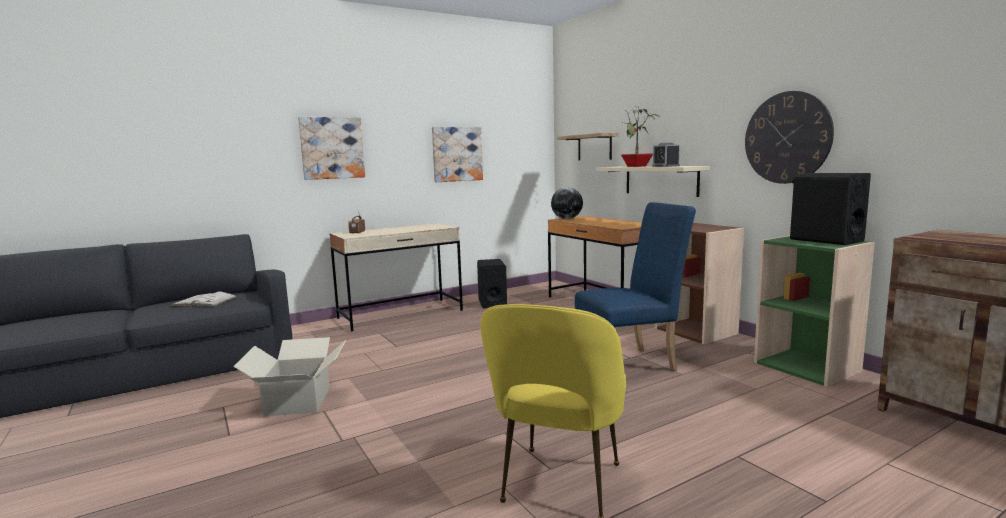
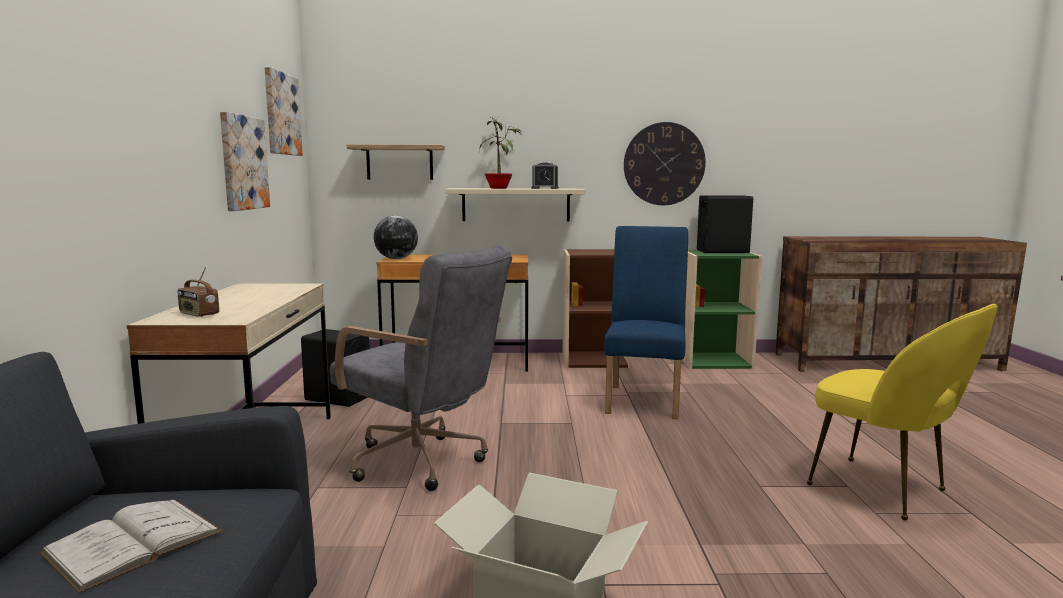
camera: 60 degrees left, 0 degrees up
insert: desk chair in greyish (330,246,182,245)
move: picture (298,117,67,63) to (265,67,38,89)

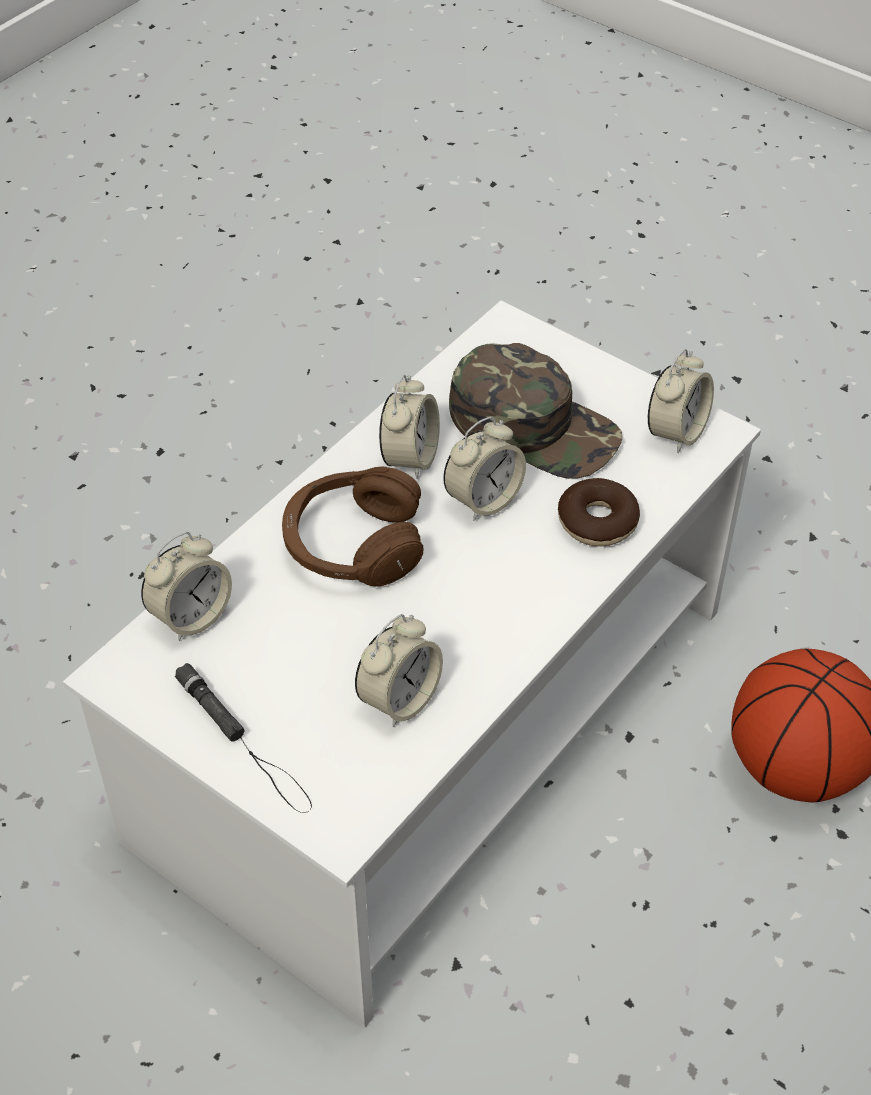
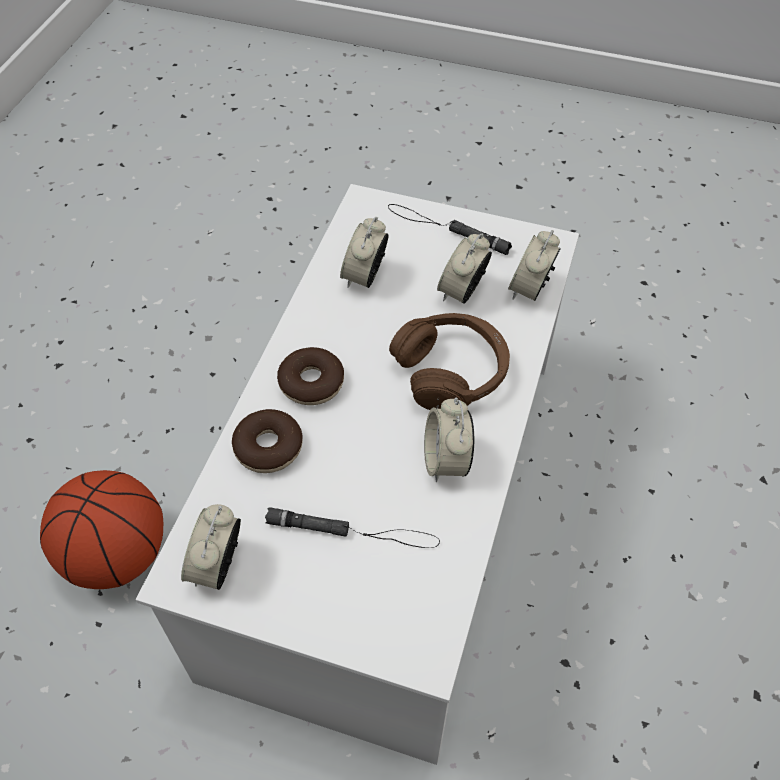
camera: 160 degrees right, 5 degrees up
insert: donut (277,347,67,58)
move: bedside clock (443,416,83,105) to (437,233,55,71)
replace: baseball cap in green-coloured (449,343,173,136) to hand torch in black-coloured (265,507,175,41)

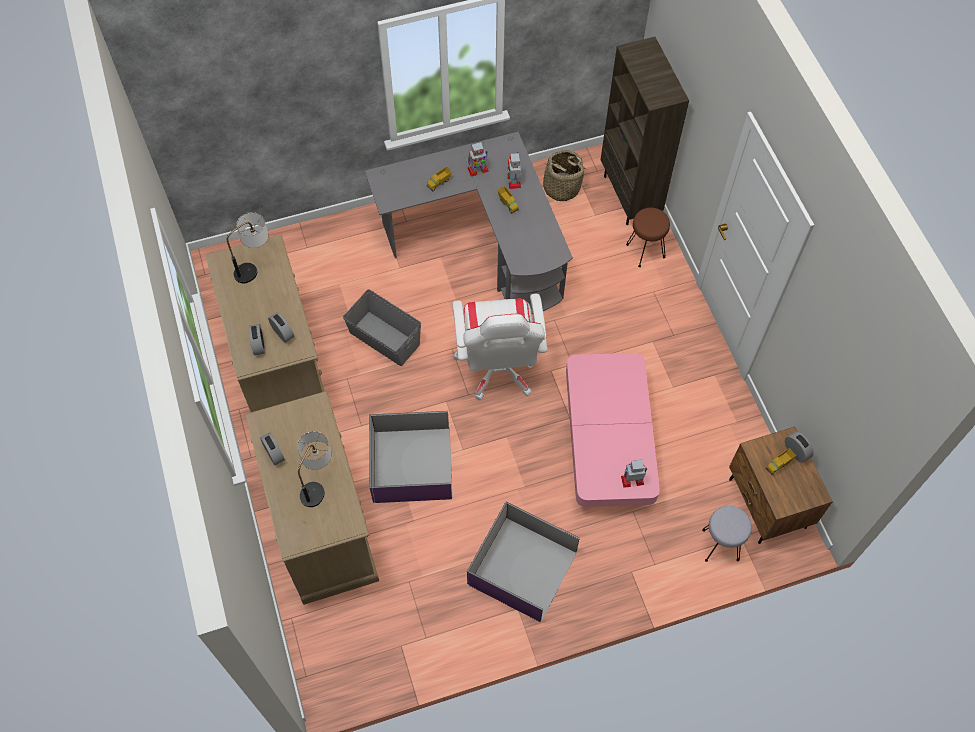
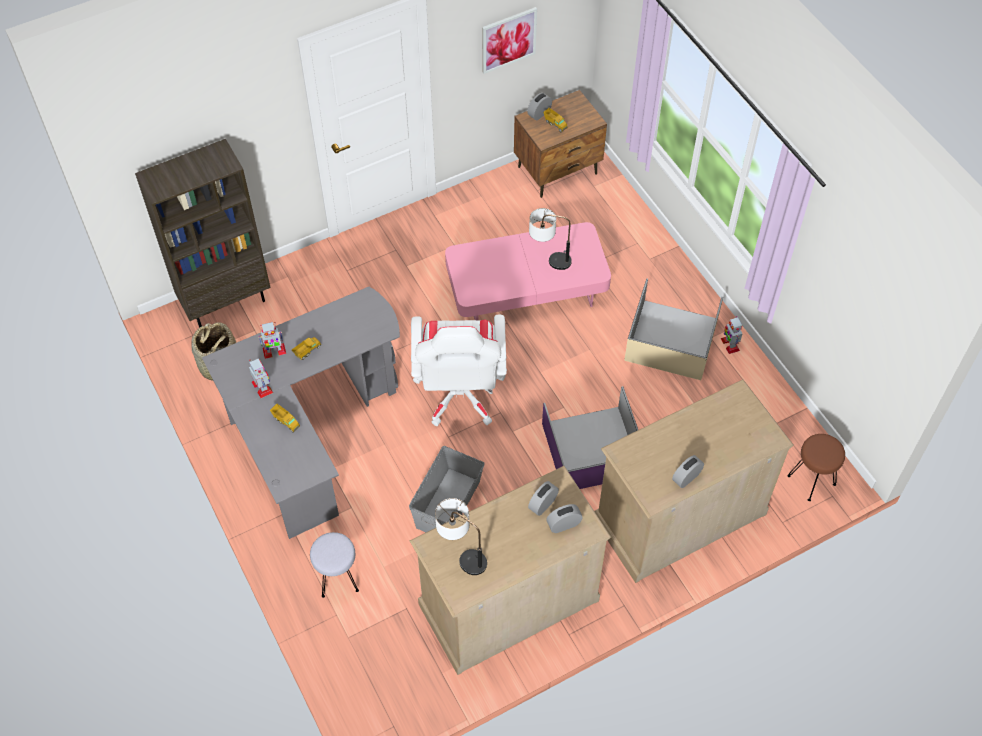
camera: 100 degrees left, 5 degrees down
insert: picture (482,7,55,67)
move: tabletop lamp (297,431,34,76) to (529,208,43,62); toy robot (621,460,26,28) to (721,316,22,38); sitting stool in brownish (626,208,44,59) to (787,434,58,67); sitting stool in greyish (702,506,50,56) to (310,532,49,66)
recolor: storage container in purple (467,501,113,121) to storage container in sand-coloured (624,278,99,102)
rotate: desk chair in whitish (452,294,96,106) = (411,315,96,111) 105 degrees clockwise

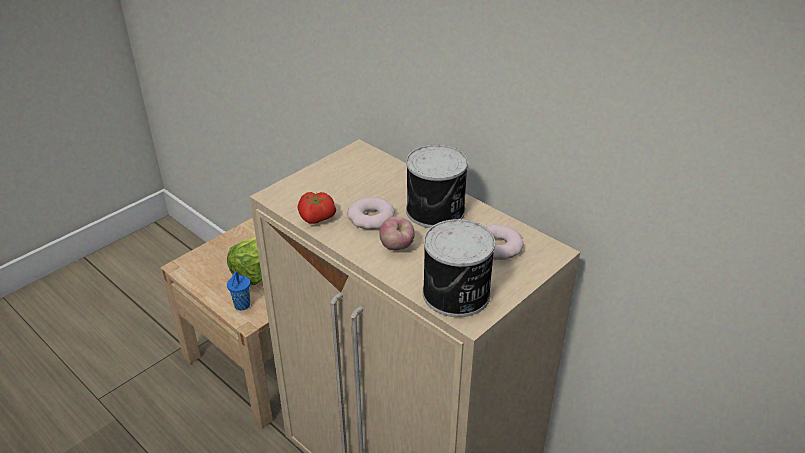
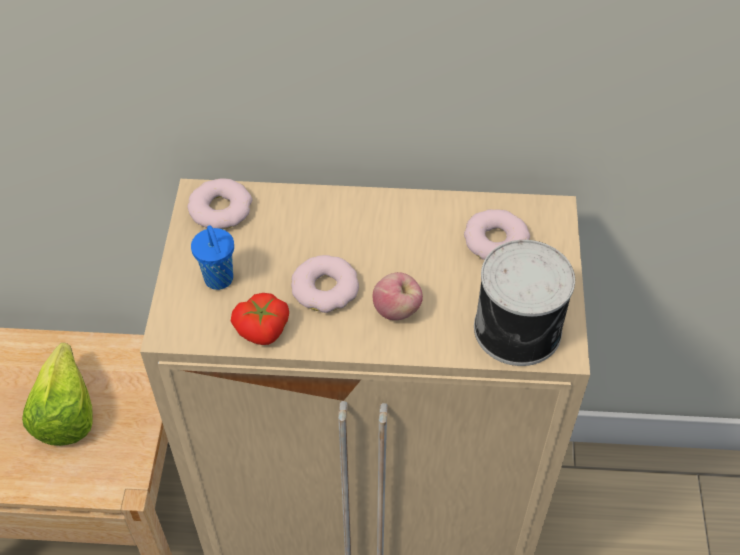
camera: 40 degrees left, 15 degrees up
delete: metal can (406,145,62,83)
insert: donut (187,178,65,51)
move: drinking cup in blue-coloured (227,271,23,40) to (191,225,43,65)

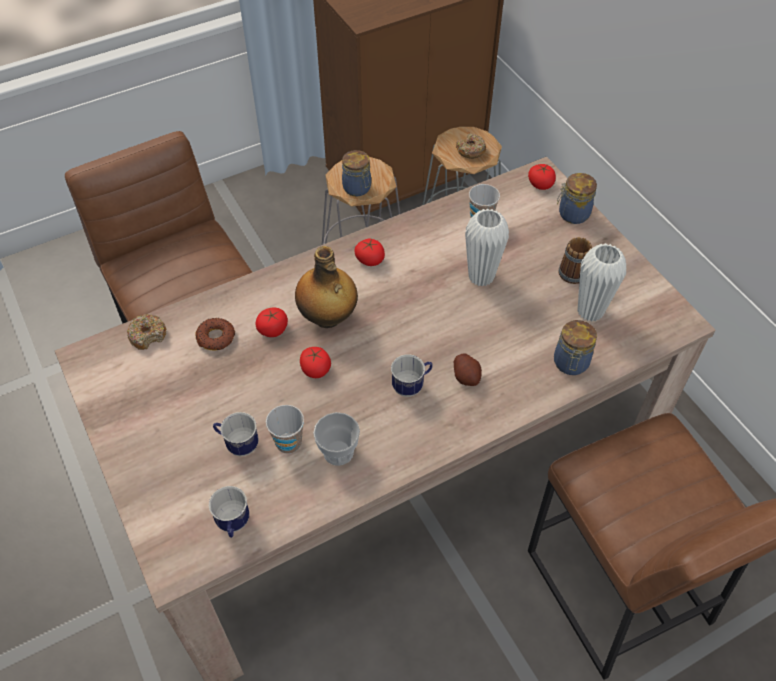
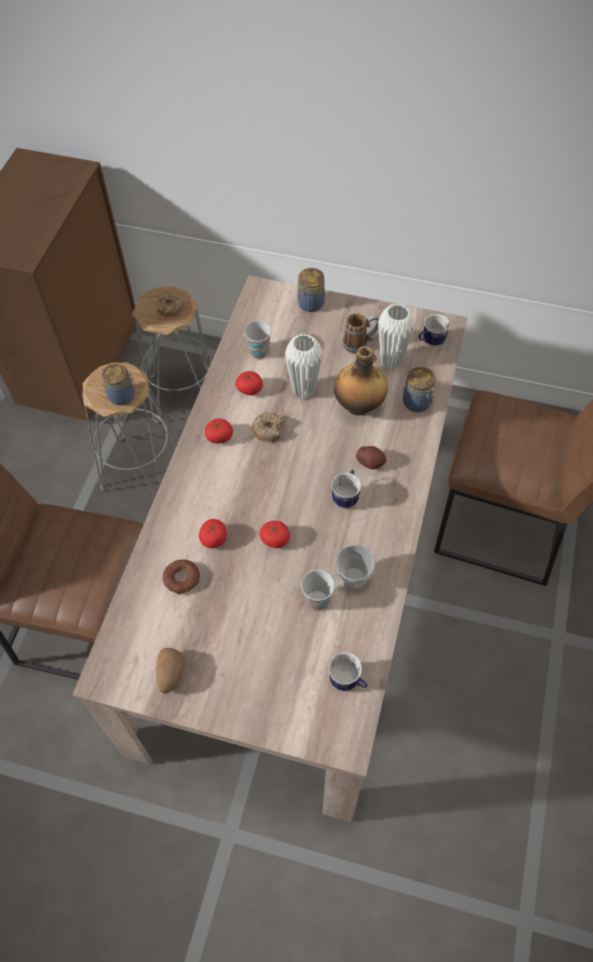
camera: 45 degrees left, 5 degrees up
insert: whole potato (156,648,29,46)
move: donut (127,314,39,36) to (252,412,32,30); tea mug (213,412,46,44) to (419,314,31,33); bottle (295,246,63,82) to (334,346,54,69); fresh tomato (528,164,28,26) to (235,371,28,24)

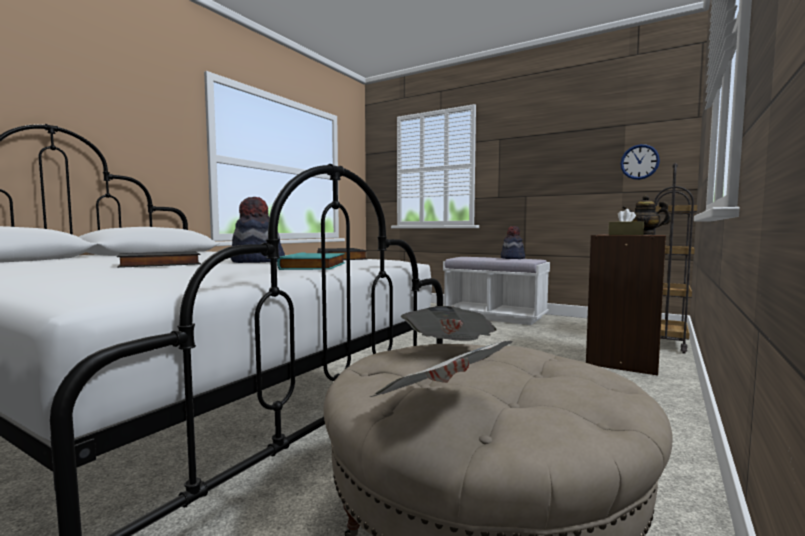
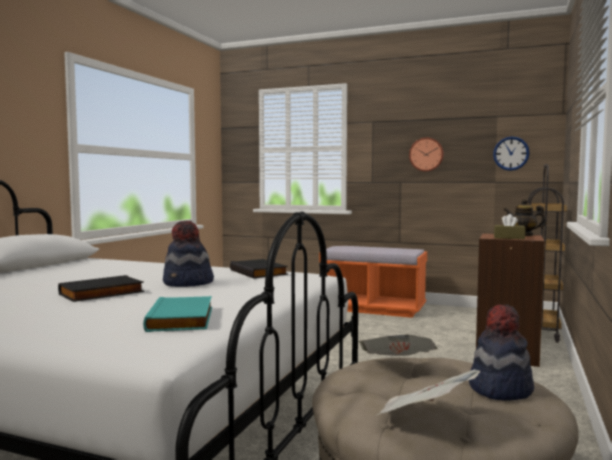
camera: 10 degrees left, 0 degrees up
insert: clock on the wall (409,138,35,34)
move: volume in turquoise-coloured (277,252,68,18) to (143,296,69,36); hat (501,226,24,33) to (469,304,65,97)
recolor: long seat in whitish (443,257,107,68) to long seat in orangey (319,246,108,72)

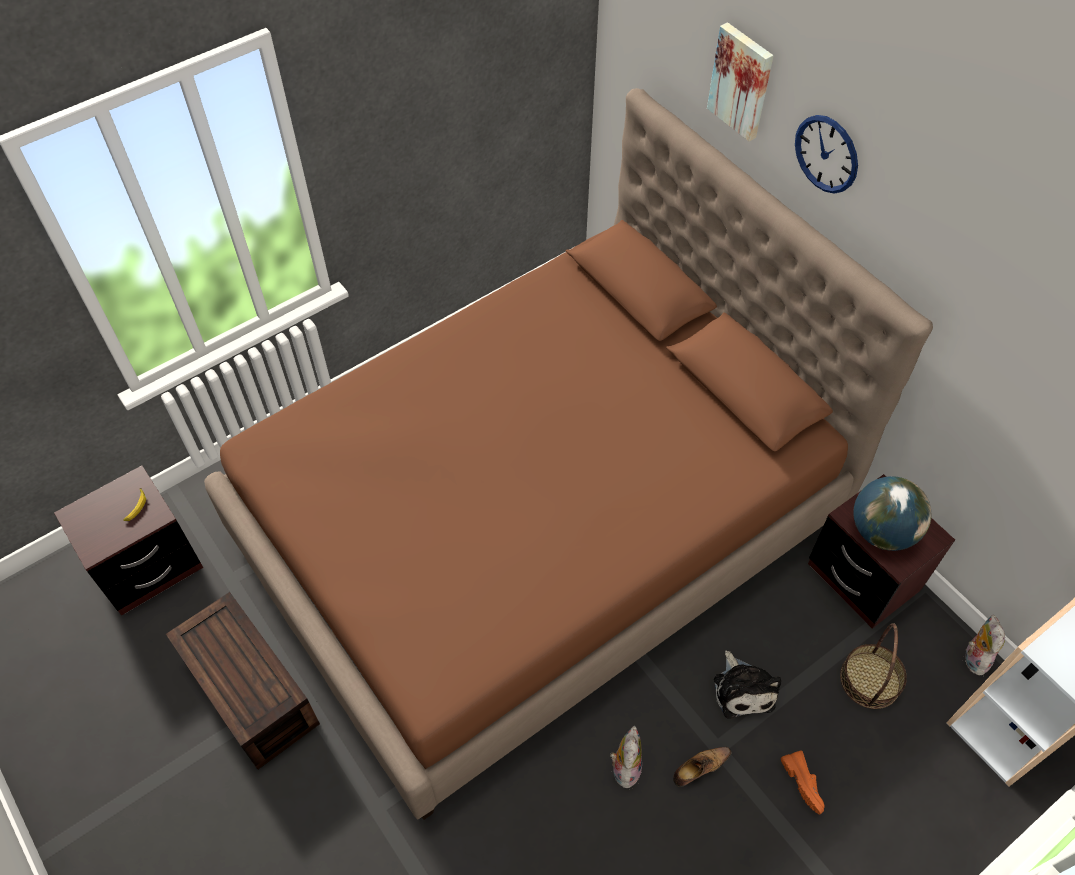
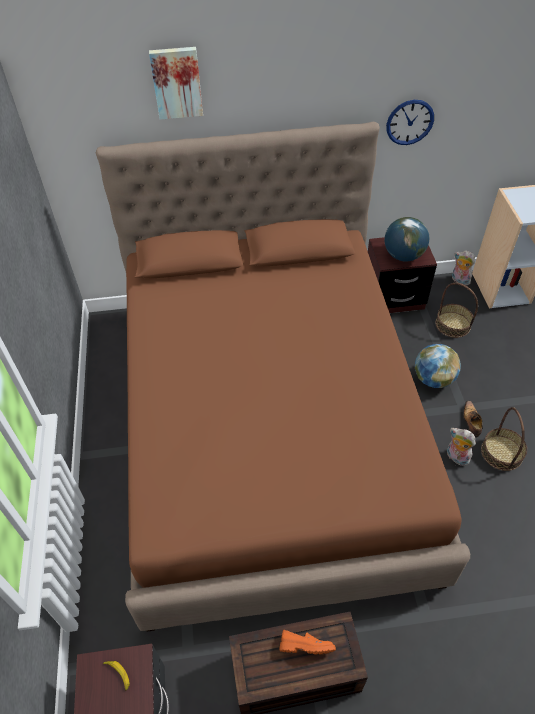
camera: 60 degrees left, 5 degrees down
insert: storage basket (481,407,46,64)
move: item of footwear in orangey (781,750,44,64) to (279,630,57,25); clock on the wall (795,115,63,79) to (386,100,48,45)
replace: soft toy (714,650,67,69) to world globe (415,344,46,44)

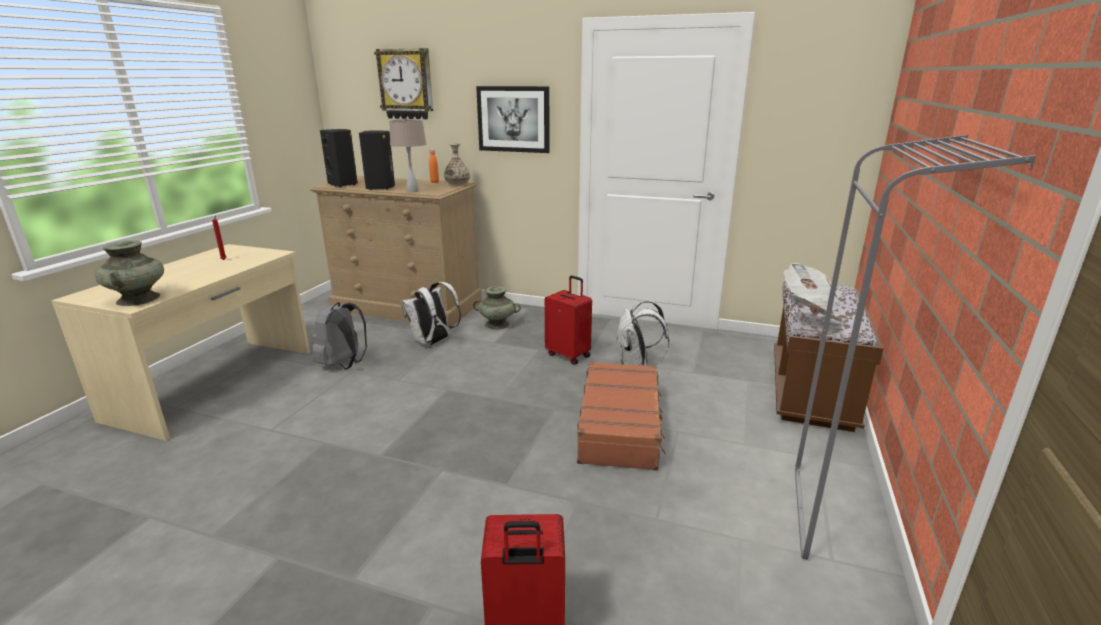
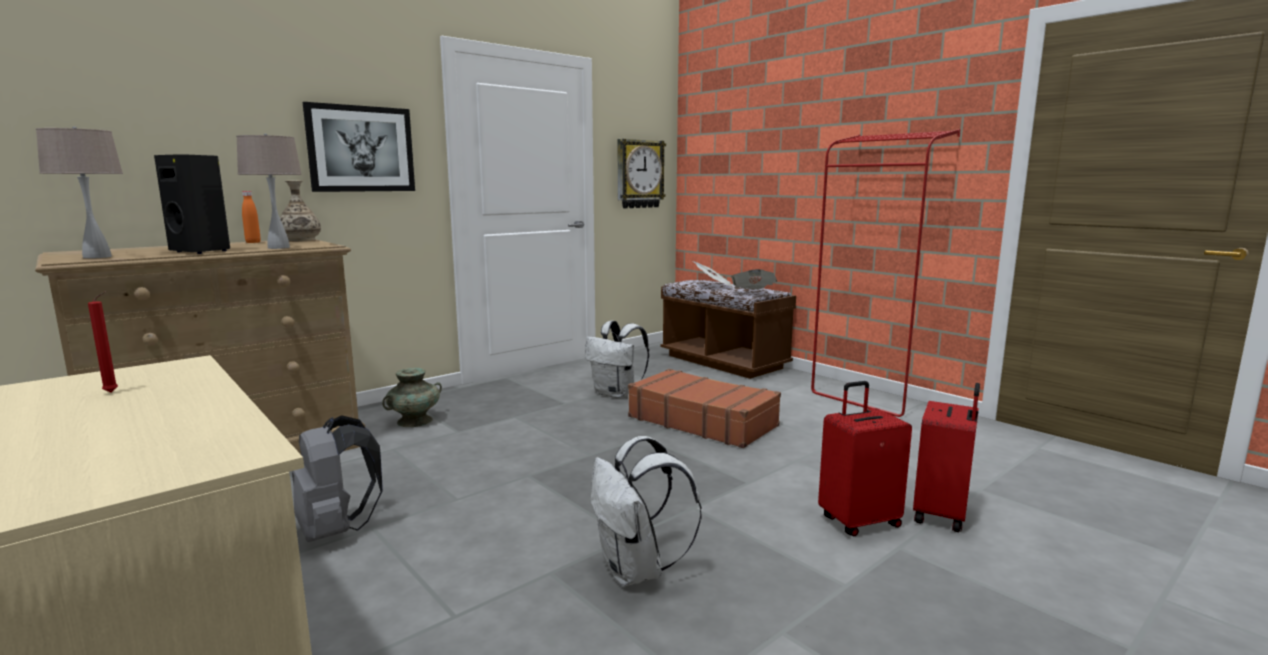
camera: 60 degrees left, 10 degrees down
delete: vase in turquoise-coloured (95,240,69,66)
move: clock on the wall (374,48,59,71) to (618,139,48,69); rucksack in whitish (401,282,60,64) to (591,436,110,150); travel case in red (545,276,47,89) to (818,381,94,156)
replace: loudspeaker in black-coloured (320,129,38,58) to tabletop lamp in sand-coloured (36,126,87,133)
recolor: garment rack in greyish (795,135,241,425) to garment rack in red (811,129,149,288)

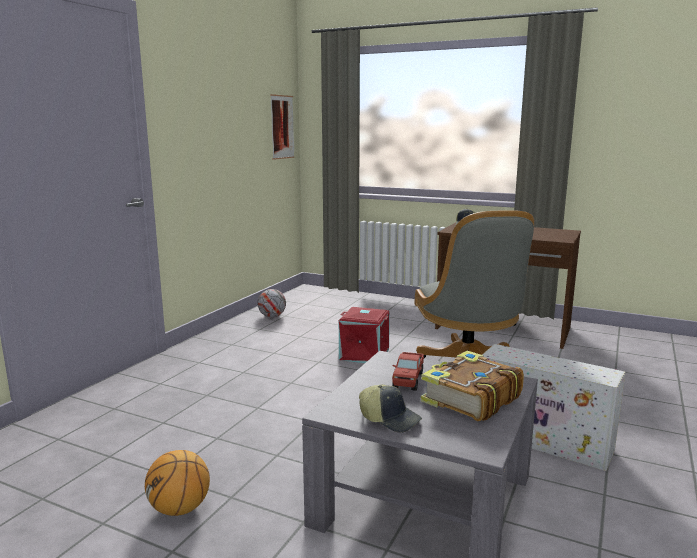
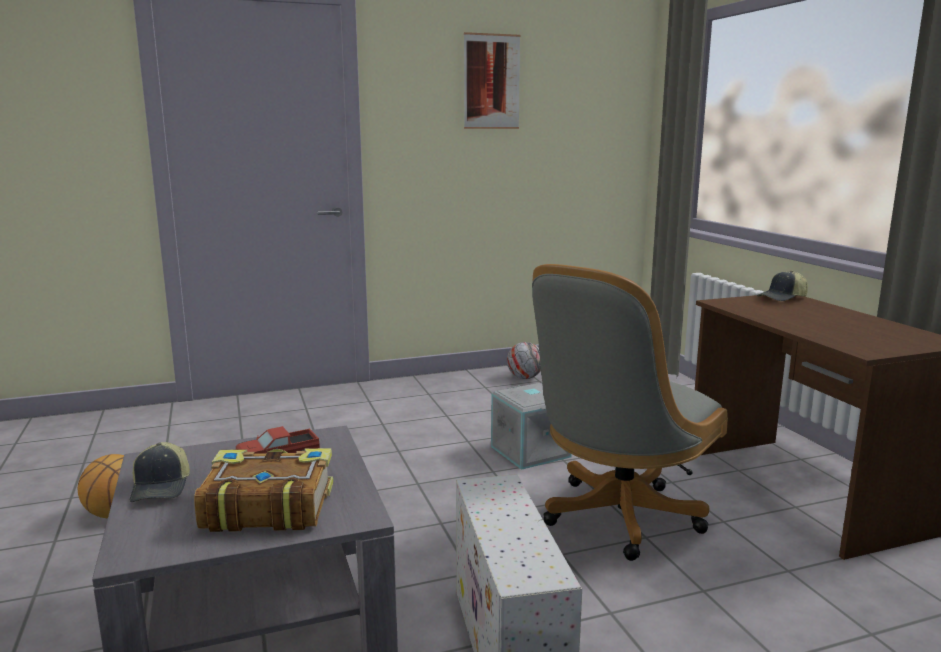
camera: 45 degrees right, 0 degrees up
move: picture (270,94,25,66) to (464,32,57,97)
recolor: storage container in red (339,307,51,56) to storage container in greyish (491,383,81,87)

